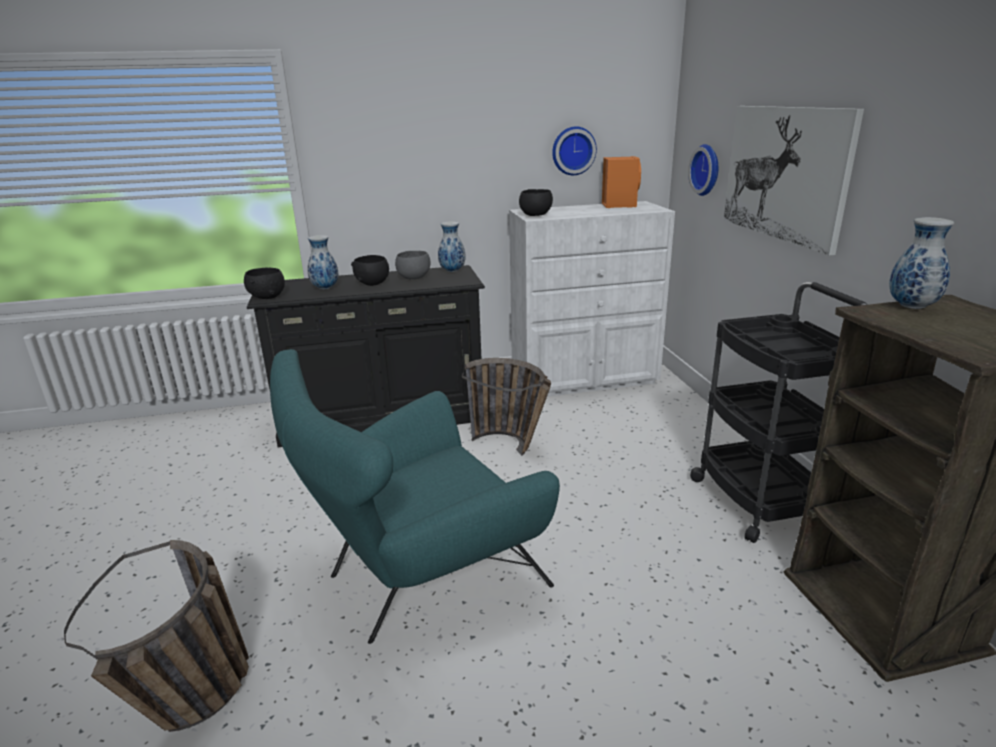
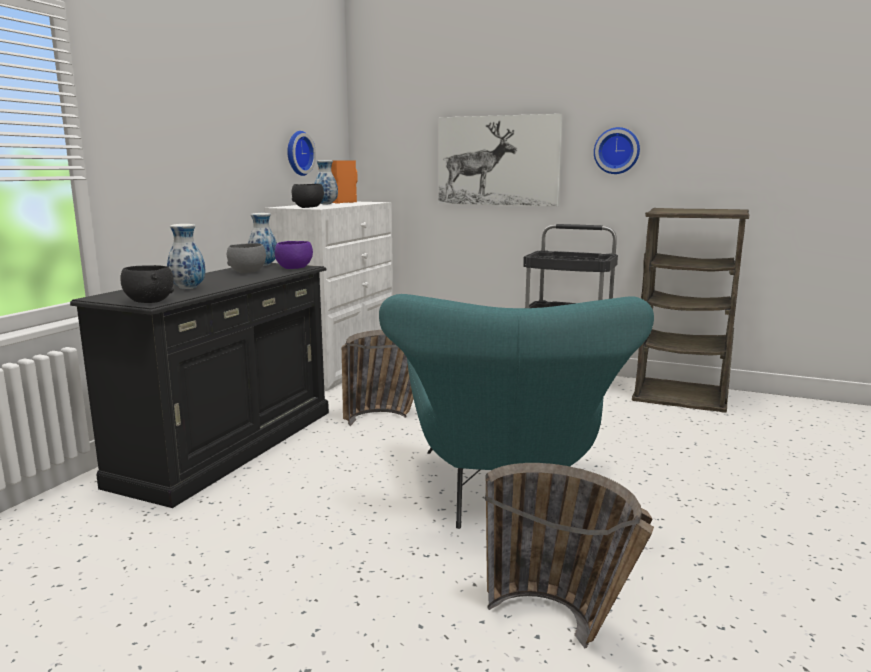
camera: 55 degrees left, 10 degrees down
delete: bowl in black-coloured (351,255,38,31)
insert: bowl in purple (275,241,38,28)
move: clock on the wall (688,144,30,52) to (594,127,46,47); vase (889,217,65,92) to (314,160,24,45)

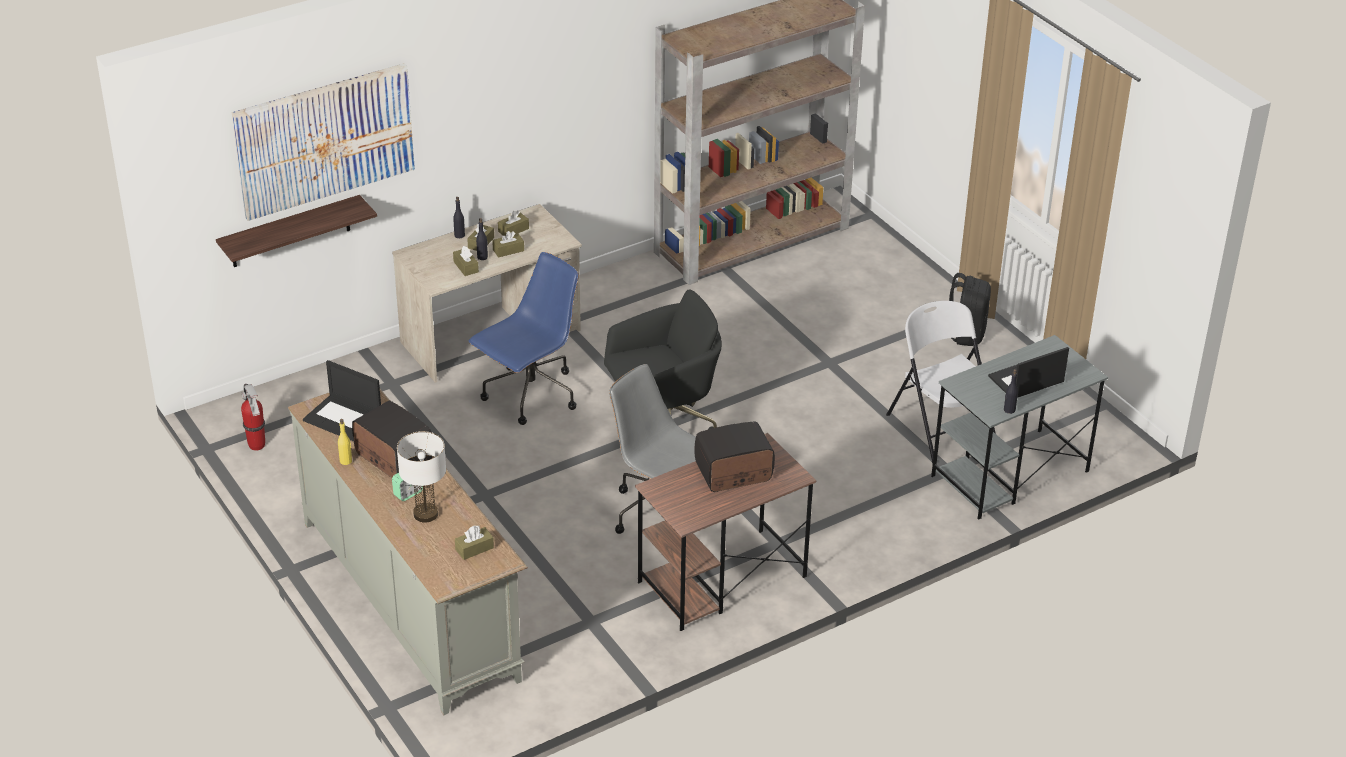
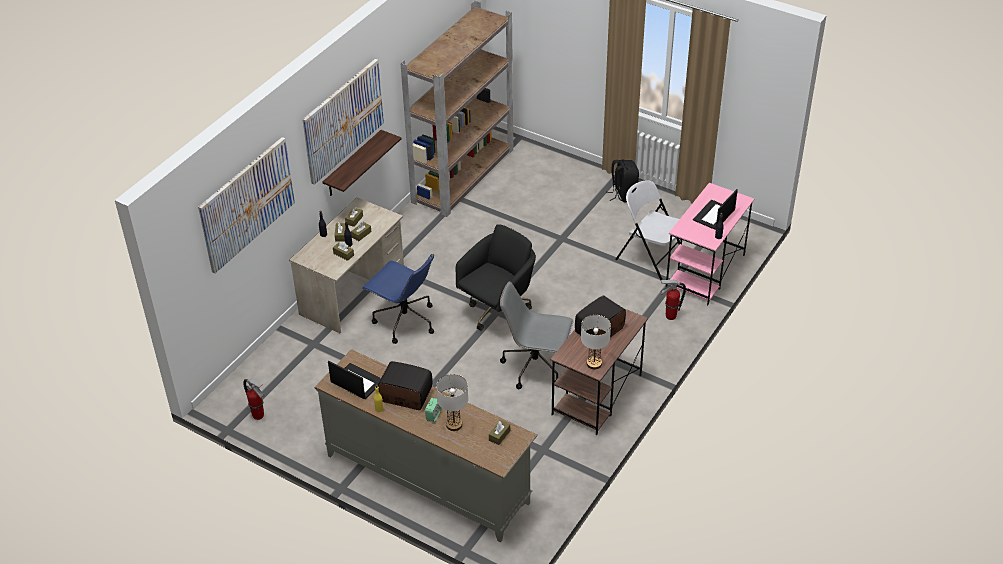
camera: 25 degrees left, 5 degrees up
insert: picture (302,59,82,126); tabletop lamp (581,315,30,54); fire-fighting cylinder (660,280,26,40)
move: bracket shelf (216,195,161,72) to (323,130,79,66)
recolor: desk in greyish (931,335,177,185) to desk in pinkish (666,183,88,122)
rotate: notebook computer (303,360,78,82) = (328,361,53,38) 150 degrees counterclockwise; desk chair in blue-coloured (468,252,111,173) = (362,254,72,90) 105 degrees clockwise

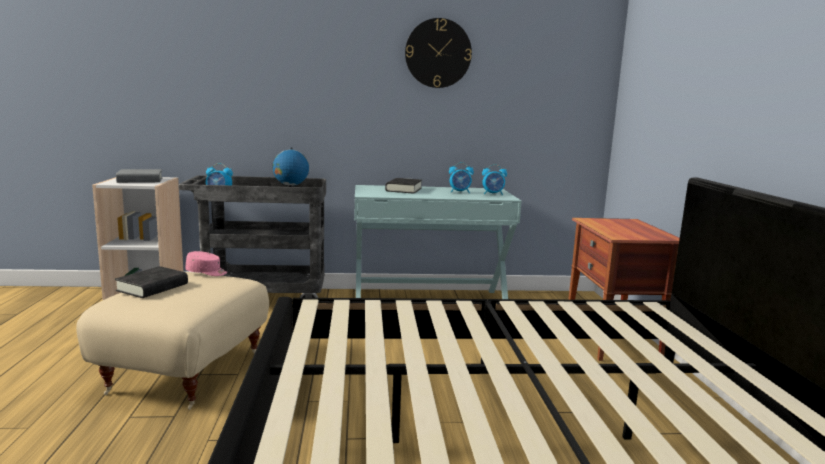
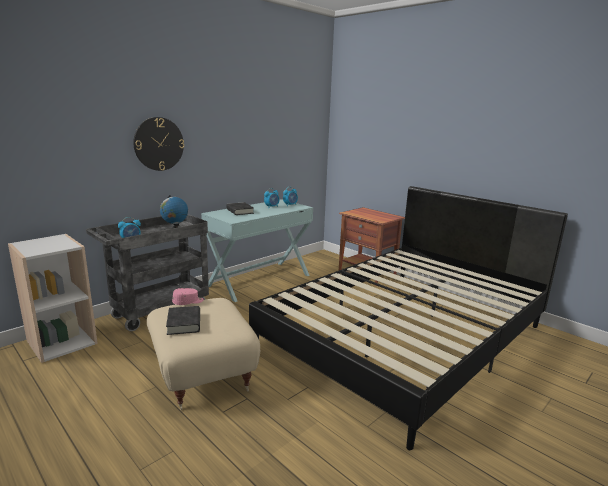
camera: 40 degrees left, 5 degrees up
delete: volume in greyish (116,169,46,14)
move: clock on the wall (405,18,67,70) to (133,117,51,54)

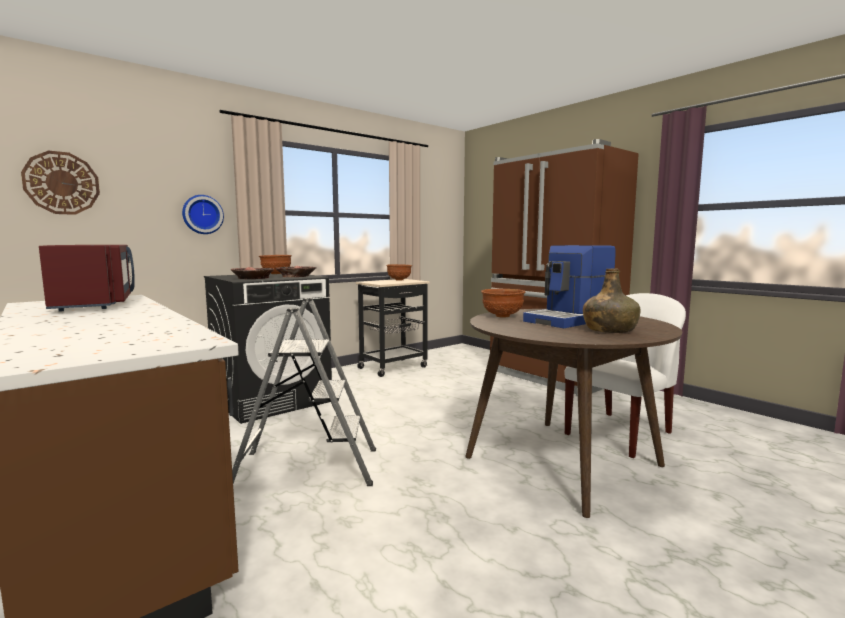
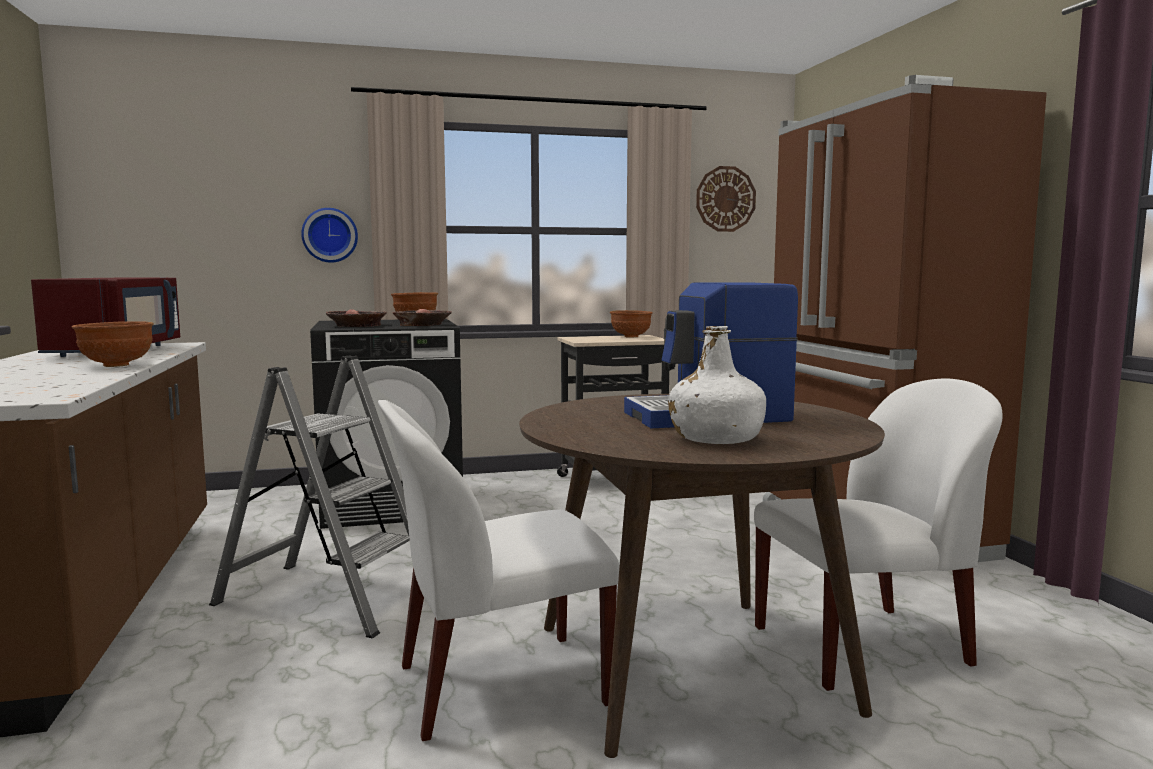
camera: 25 degrees right, 0 degrees up
insert: chair in whitish (378,400,241,341)
move: clock on the wall (21,151,79,64) to (696,166,60,66); bowl in brownish (481,289,44,29) to (71,321,83,46)
recolor: bottle in green-coloured (583,268,58,65) to bottle in whitish (668,326,98,118)

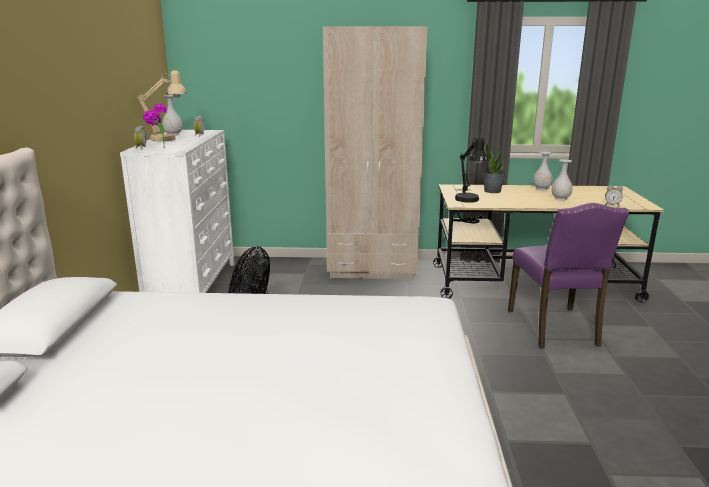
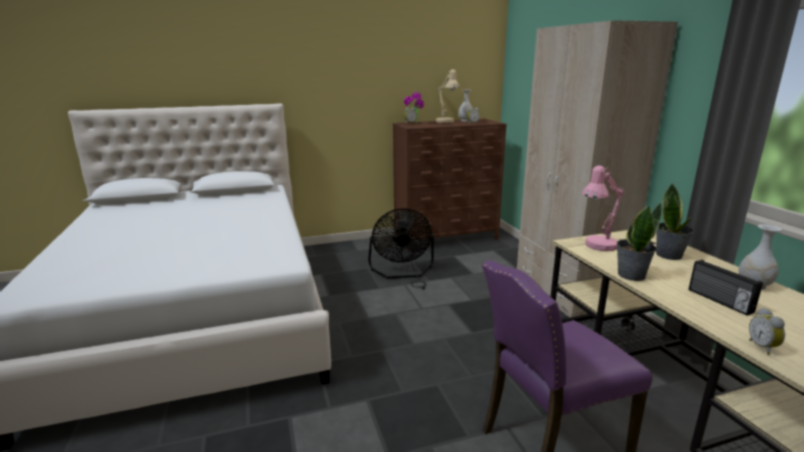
camera: 70 degrees right, 0 degrees up
insert: plant in a pot (617,203,45,78)
replace: vase in whitish (551,159,22,42) to radio receiver (689,260,74,56)
recolor: drawer chest in whitish (120,130,114,163) to drawer chest in brownish (393,119,114,133); tabletop lamp in black-coloured (455,137,33,66) to tabletop lamp in pinkish (582,166,43,85)

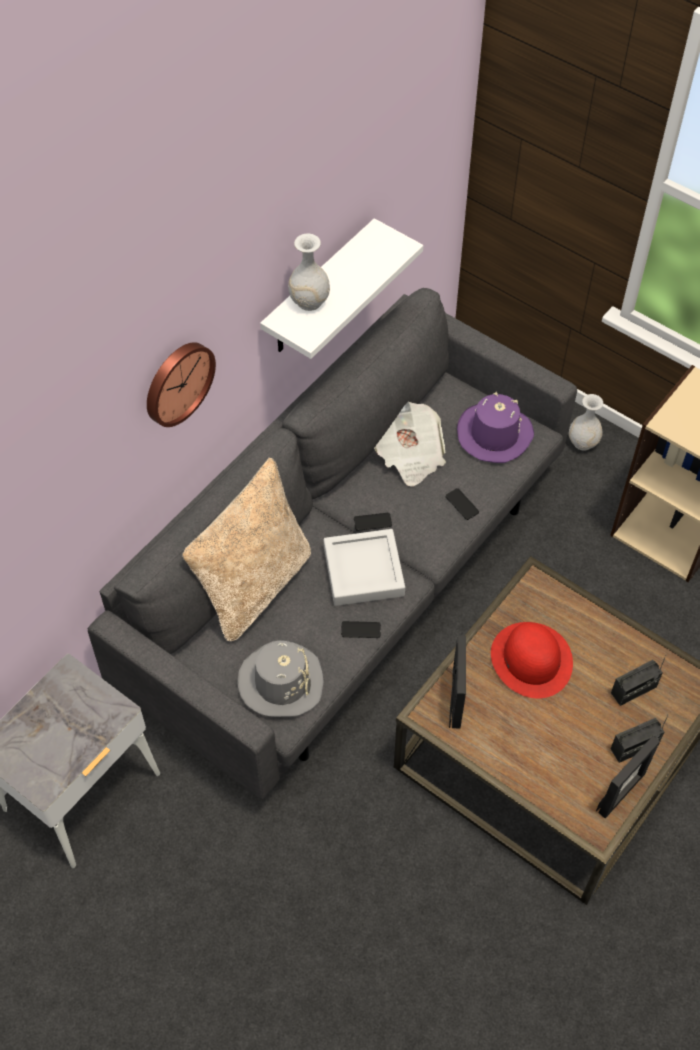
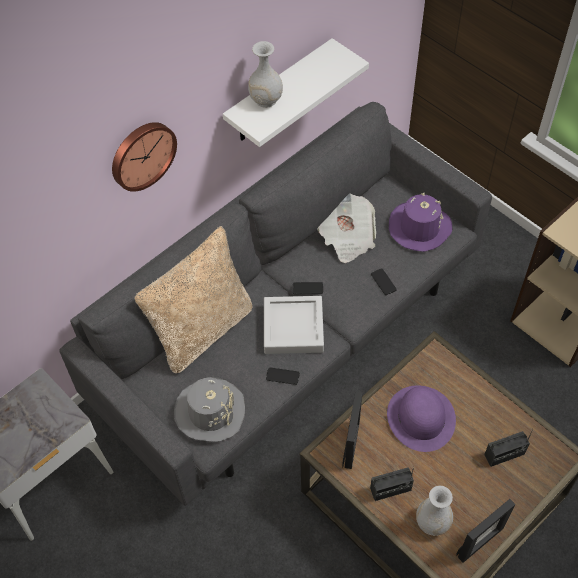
camera: 10 degrees right, 0 degrees up
move: vase in whitish (569,394,34,57) to (416,486,37,50); radio receiver (611,714,58,49) to (370,466,44,35)
recolor: hat in red (491,622,82,76) to hat in purple (387,385,69,67)

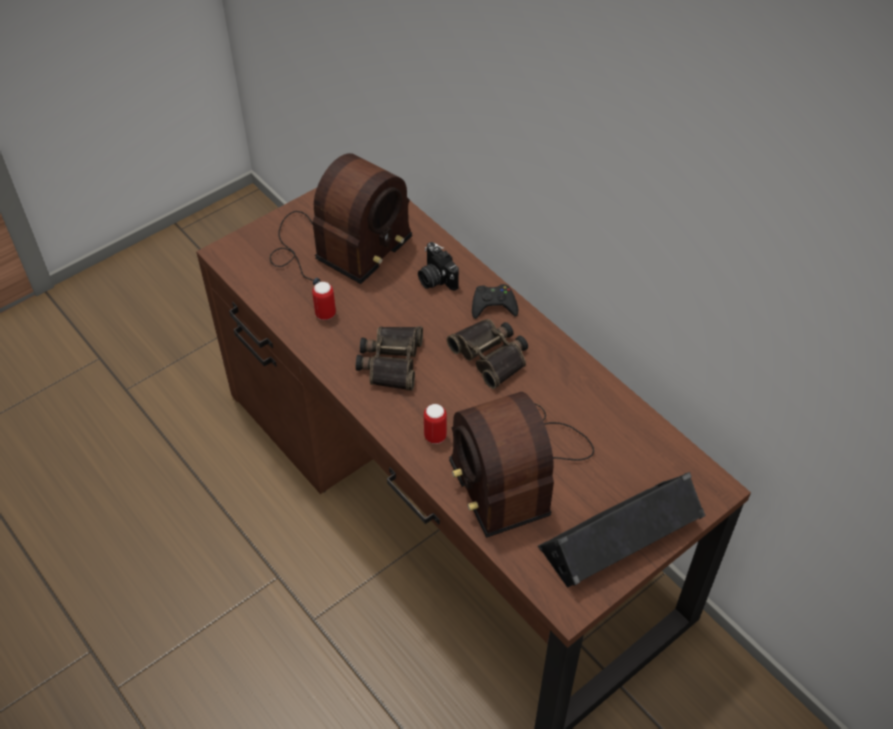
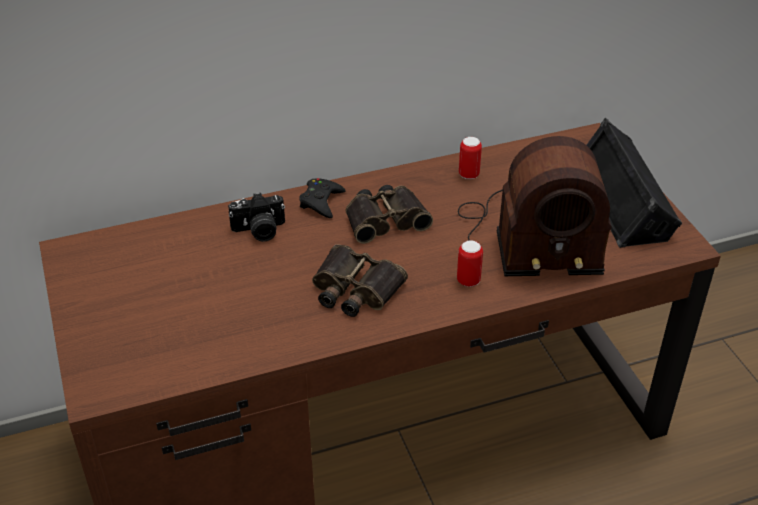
camera: 70 degrees left, 10 degrees down
delete: radio receiver (269,153,143,132)
move: metal can (312,282,24,38) to (459,137,23,42)

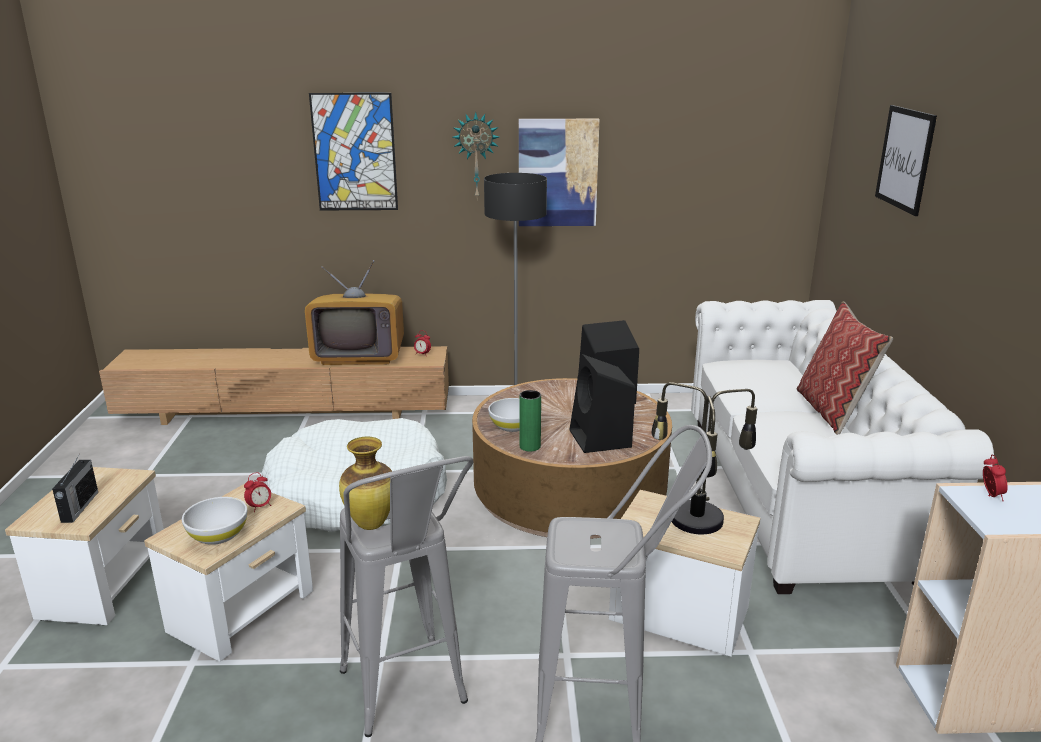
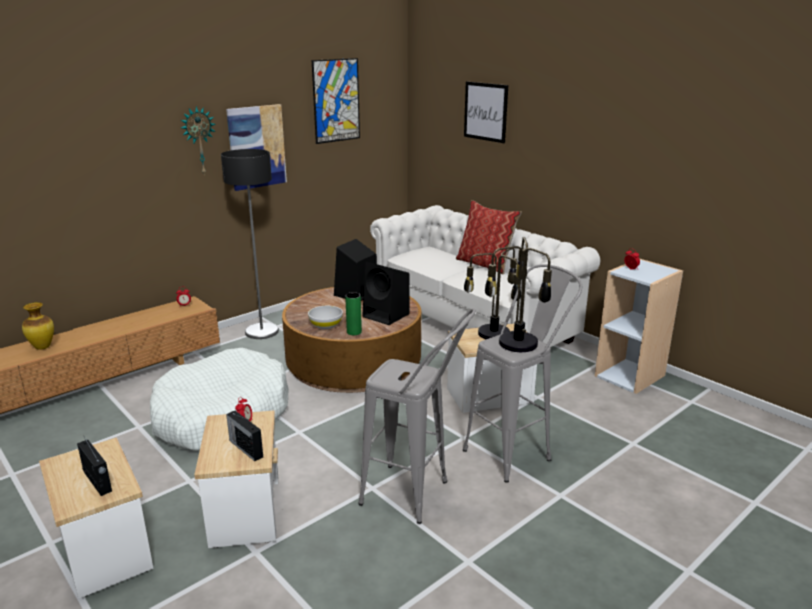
camera: 40 degrees left, 0 degrees up
delete: television (305,260,99,105)
insert: tabletop lamp (485,237,67,115)
move: picture (309,93,89,117) to (312,58,48,86); vase (339,437,53,93) to (22,302,32,48)
replace: bowl in whitish (182,497,65,48) to radio receiver (226,411,37,50)

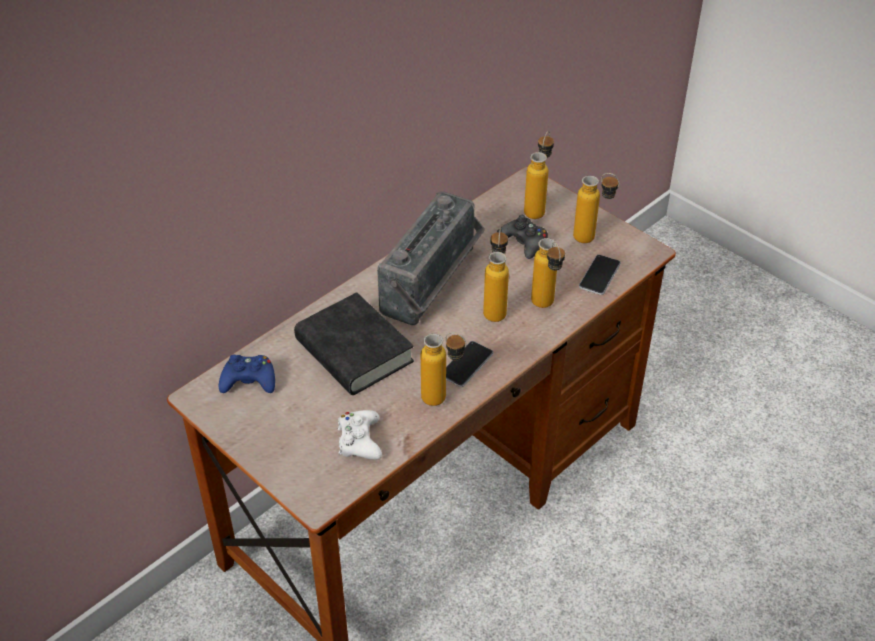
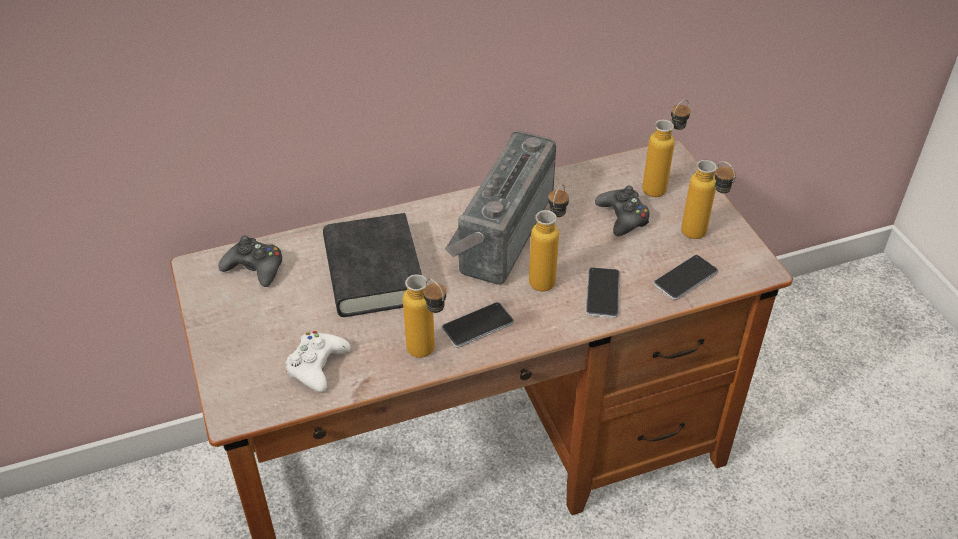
camera: 25 degrees right, 0 degrees up
replace: bottle (531,238,34,70) to handset (585,267,35,51)
recolor: game controller in blue-coloured (219,354,56,39) to game controller in black-coloured (219,236,63,51)
rotate: radio receiver (377,192,108,133) = (445,131,111,154) 150 degrees clockwise

